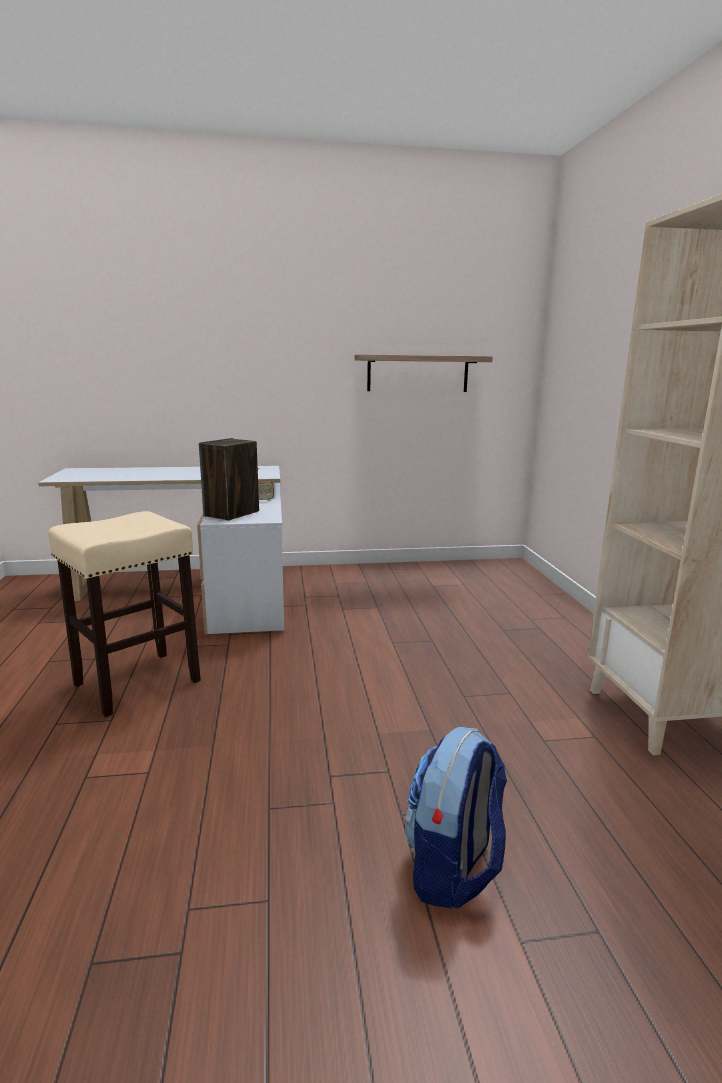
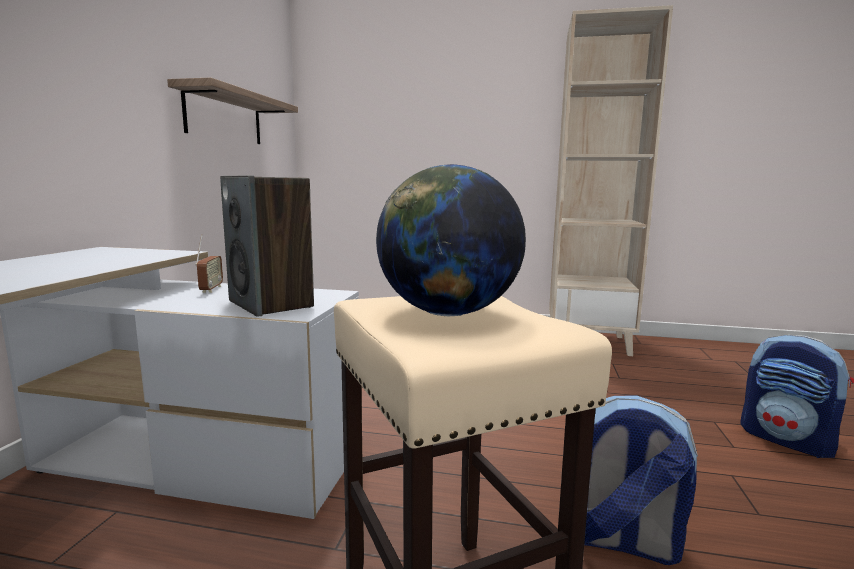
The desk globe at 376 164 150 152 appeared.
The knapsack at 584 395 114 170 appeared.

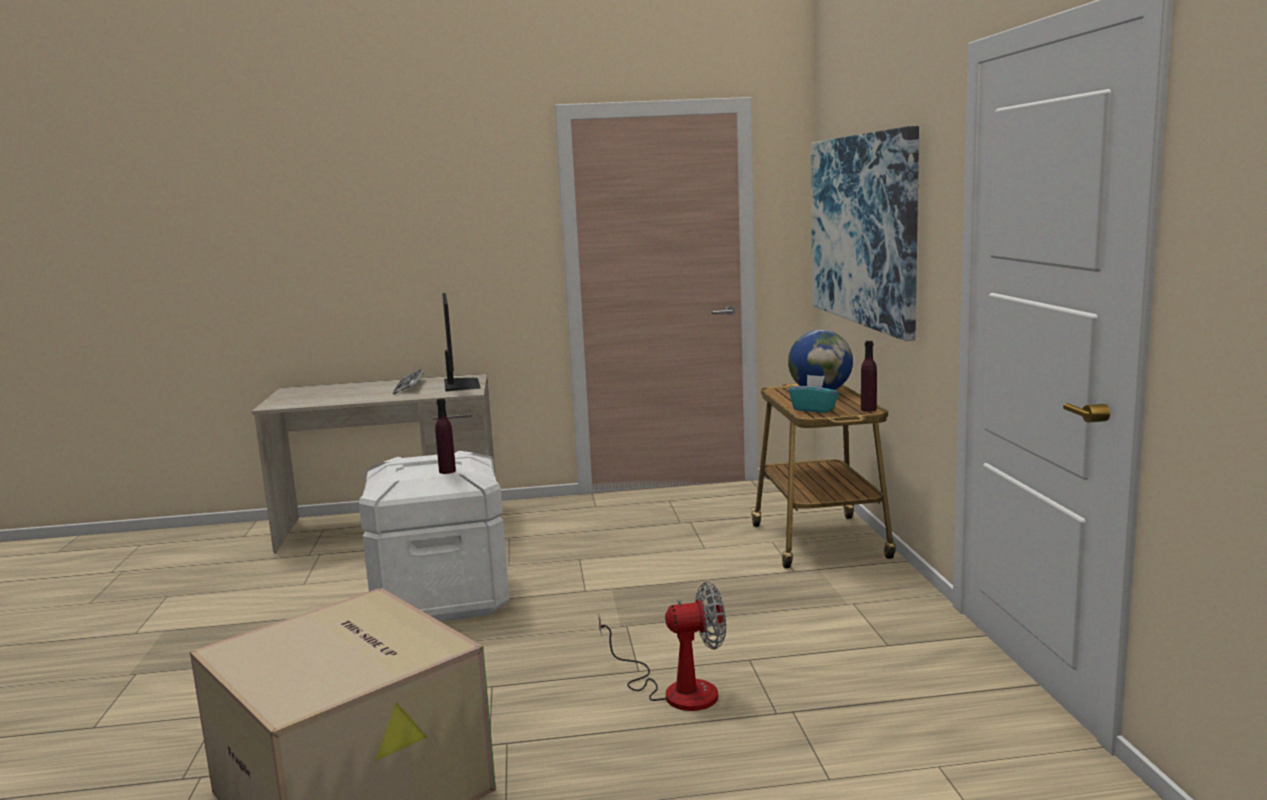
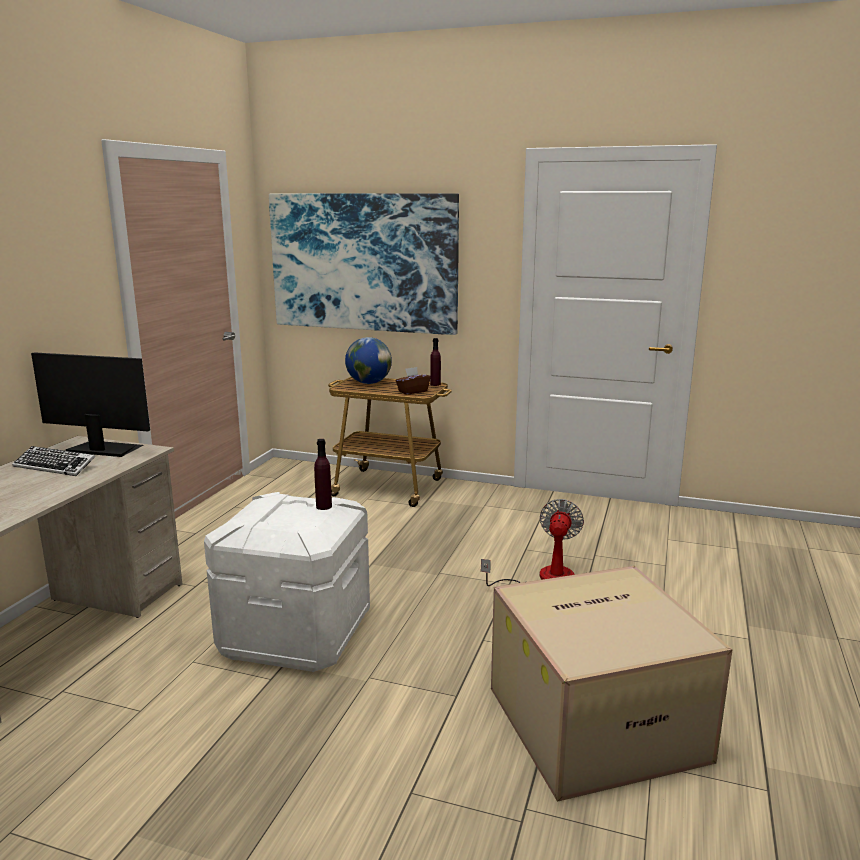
The turquoise tissue holder at 789 375 50 38 became the brownish tissue holder at 395 367 36 28.

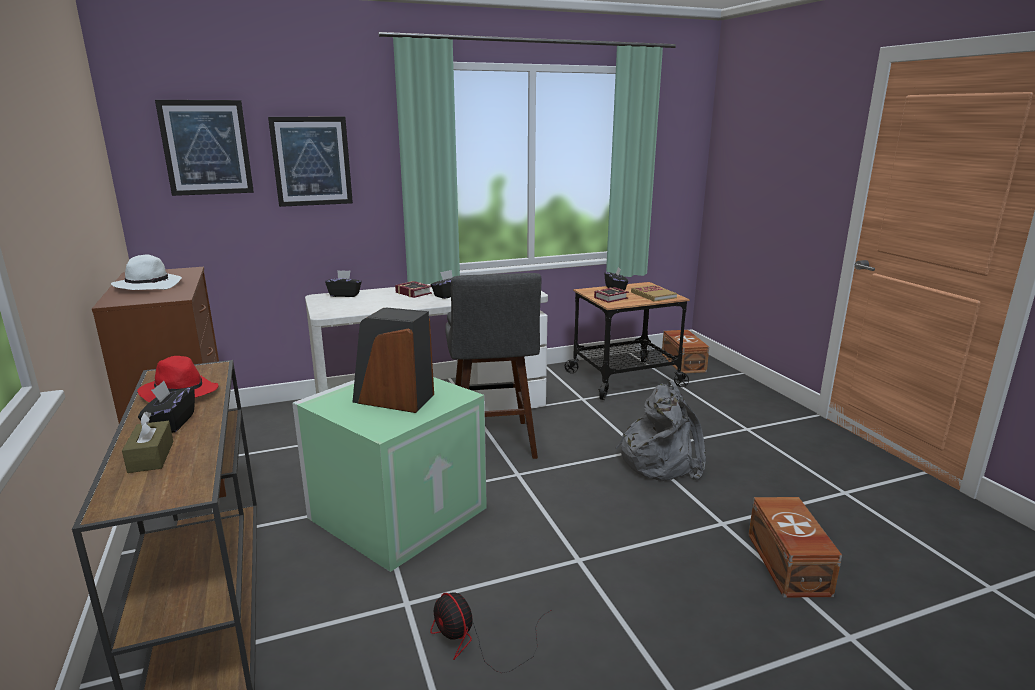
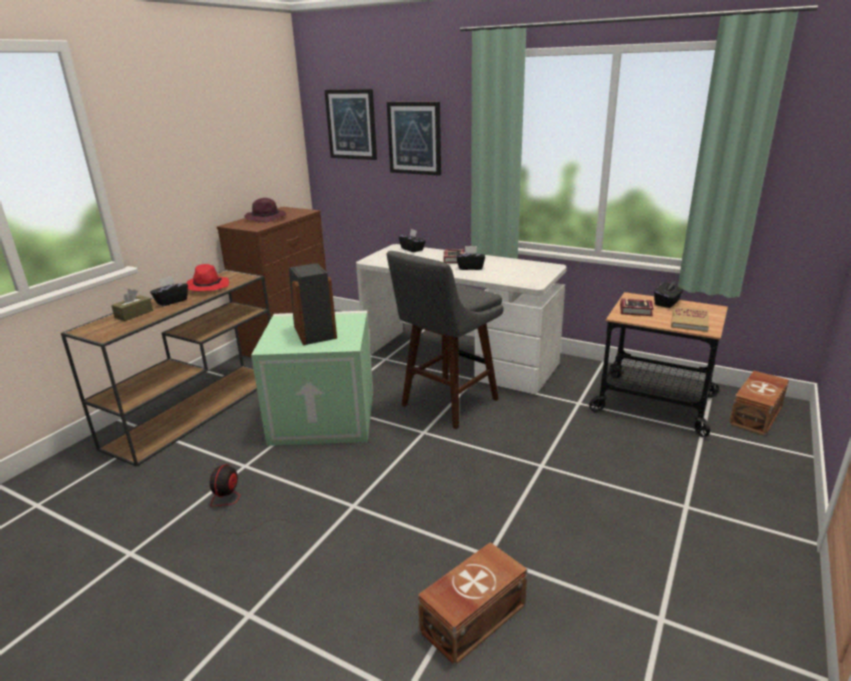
The white wearable hat at 111 255 71 35 became the purple-coloured wearable hat at 244 198 42 24.
The greyish knapsack at 616 381 90 100 disappeared.

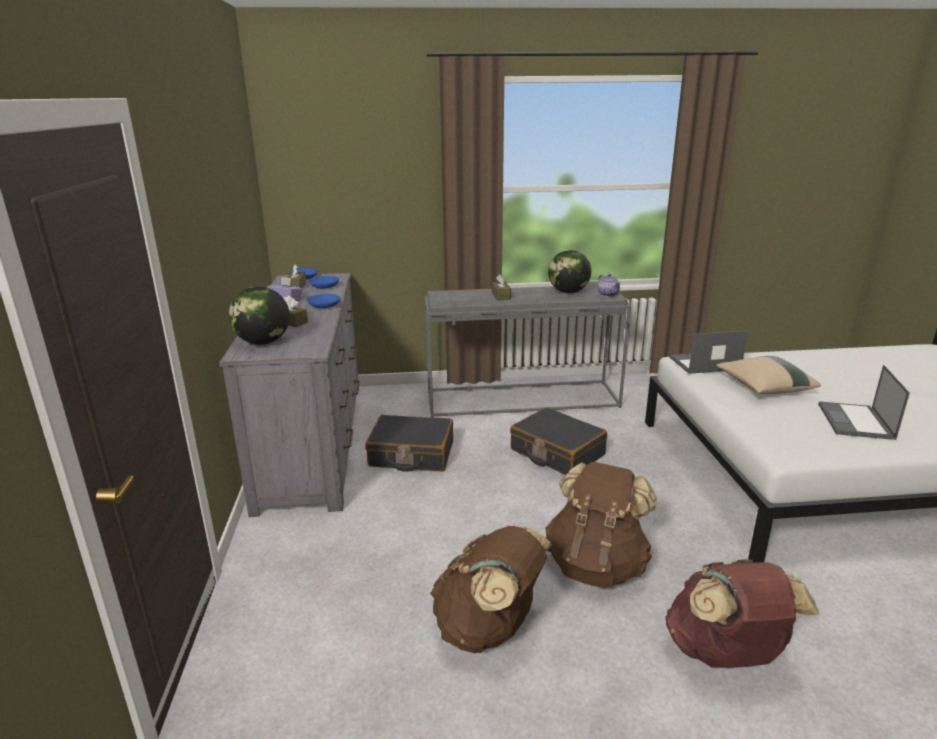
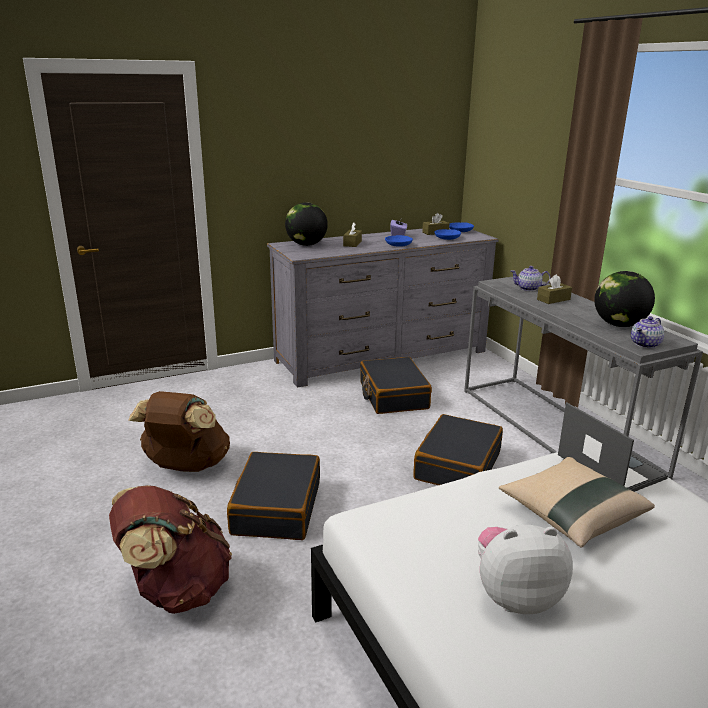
The brownish knapsack at 545 462 112 126 was replaced by the blackish travel case at 227 452 93 88.
The portable computer at 818 365 92 75 was replaced by the plush toy at 478 525 95 89.
The teapot at 511 266 40 25 appeared.

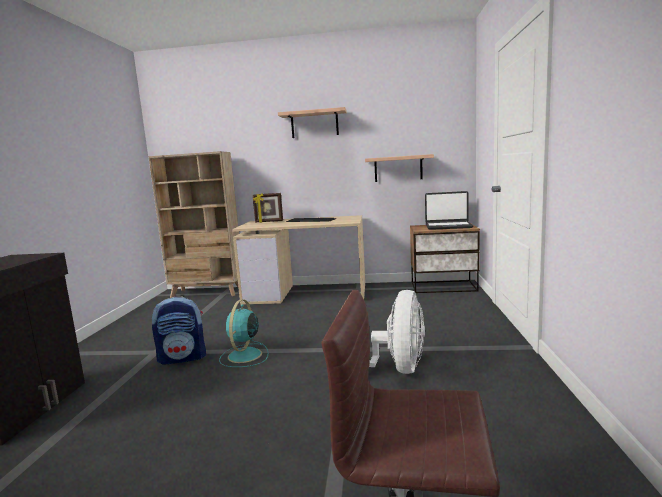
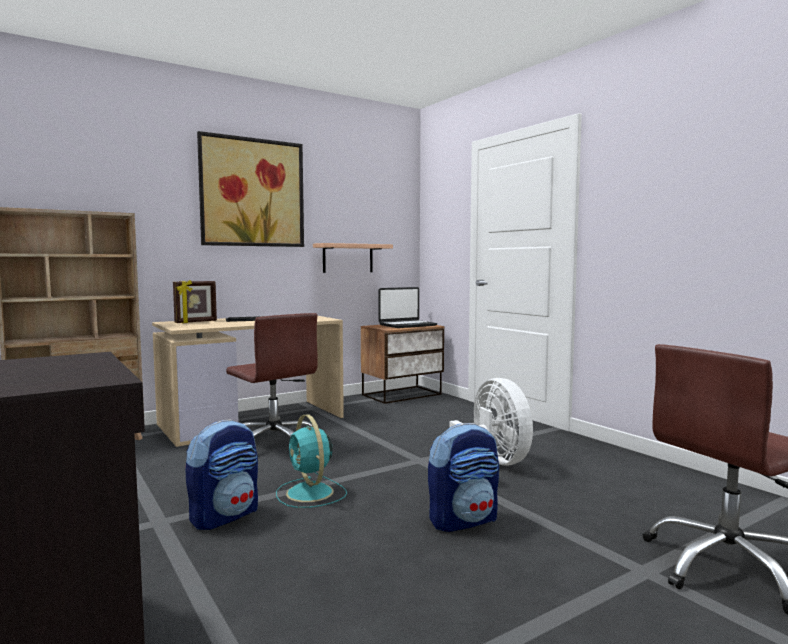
The wall shelf at 278 107 69 31 was replaced by the wall art at 197 131 107 116.
The brownish computer chair at 226 313 92 124 appeared.
The knapsack at 428 423 71 109 appeared.

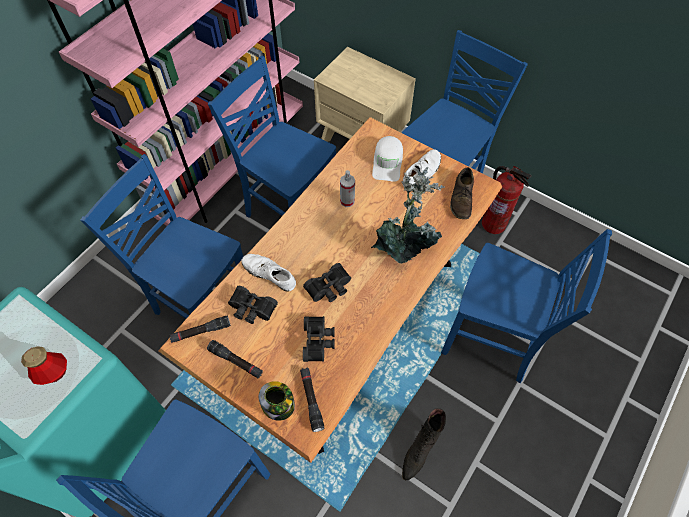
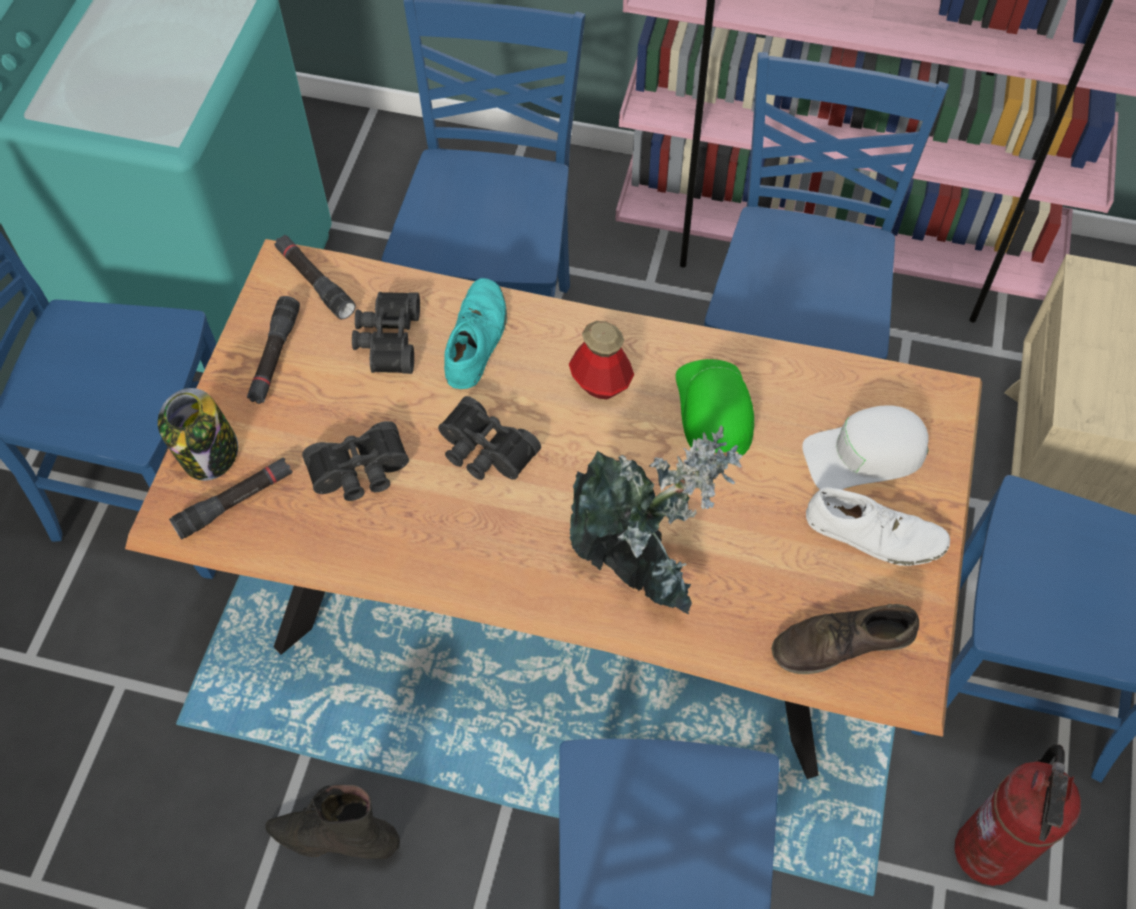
The bottle moved from 21 347 46 38 to 569 321 65 78.
The white shoe at 241 254 55 38 became the turquoise shoe at 444 278 63 111.
The spray bottle at 340 170 15 37 was replaced by the green peaked cap at 676 359 78 101.

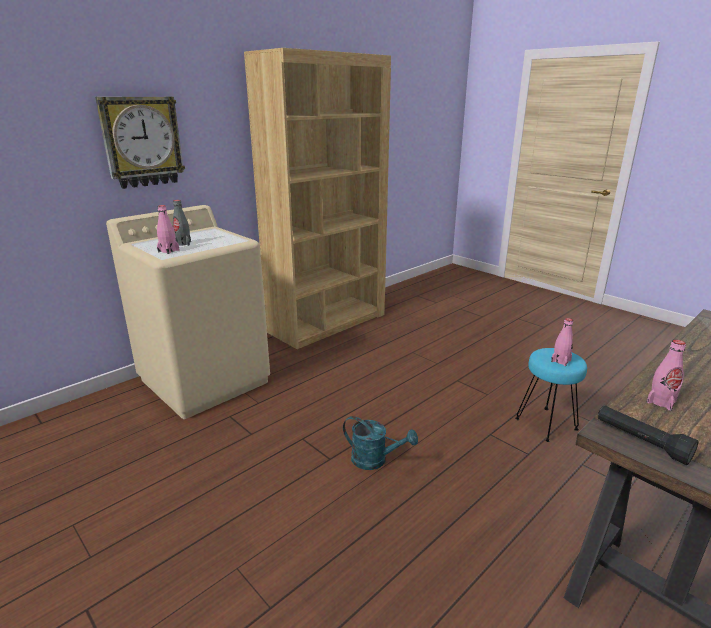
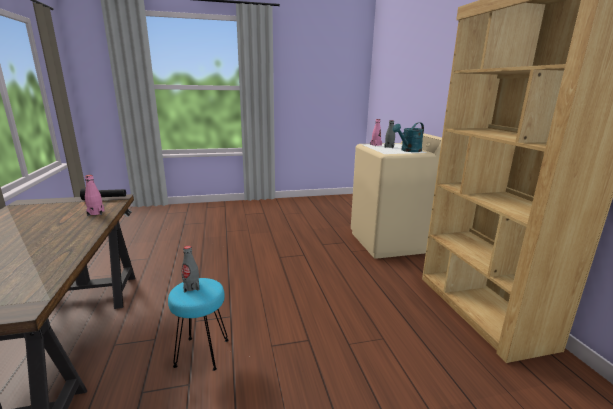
The clock on the wall at 95 97 90 92 disappeared.
The turquoise sprinkling can moved from 343 416 75 54 to 392 122 32 30.
The pink-coloured bottle at 551 318 22 48 became the greyish bottle at 182 246 17 47.

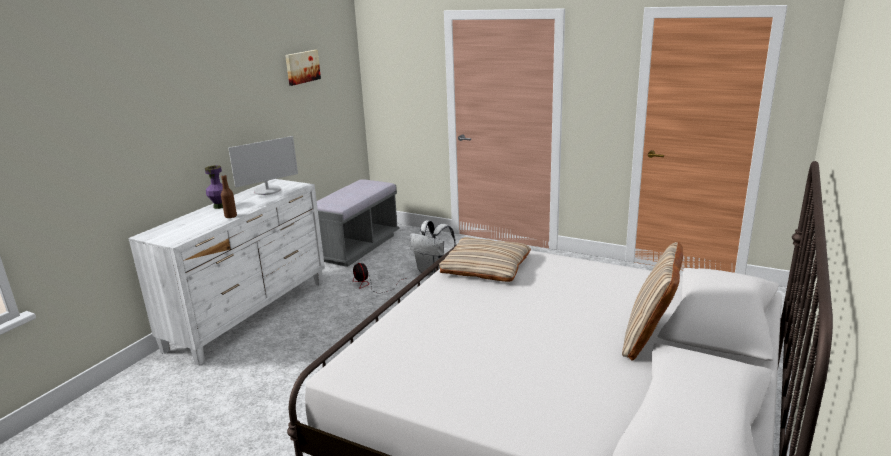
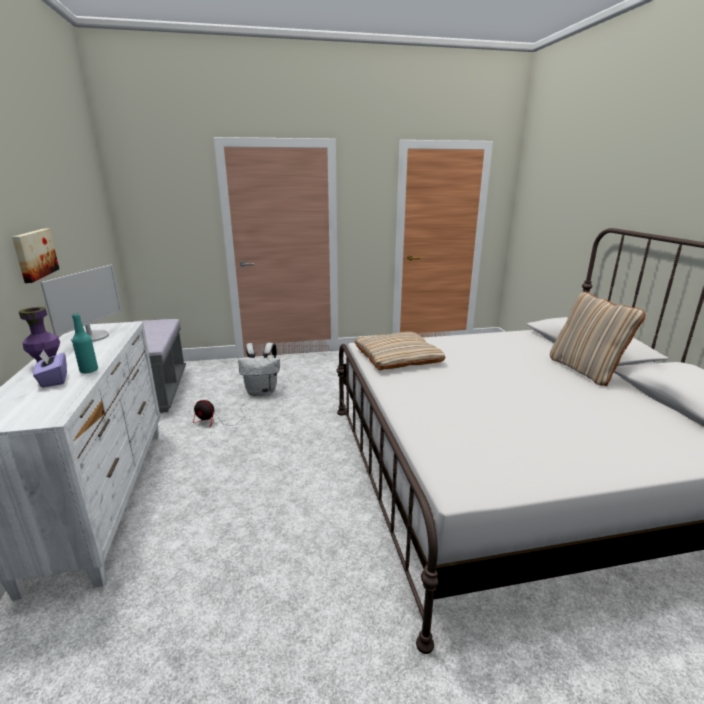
The brownish bottle at 221 175 16 43 became the turquoise bottle at 72 313 26 61.
The wall art moved from 285 50 36 36 to 12 229 47 54.
The purple-coloured tissue holder at 33 350 34 38 appeared.

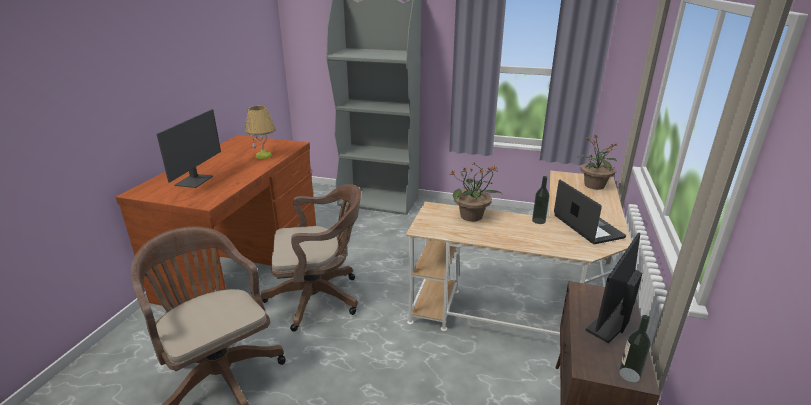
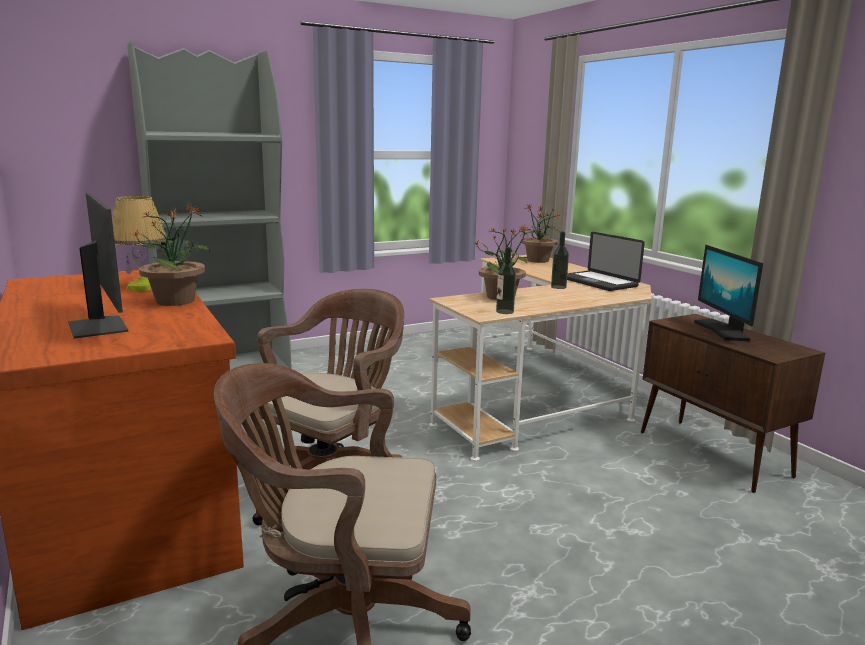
The portable computer at 554 180 72 64 turned 150 degrees counterclockwise.
The bottle moved from 619 315 32 68 to 496 247 20 67.
The plant in a pot at 131 204 79 102 appeared.

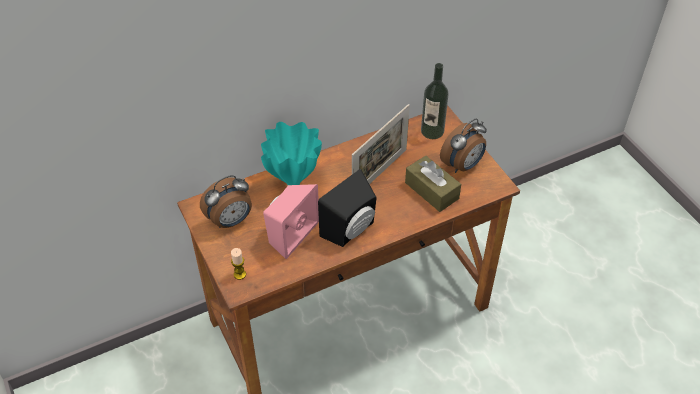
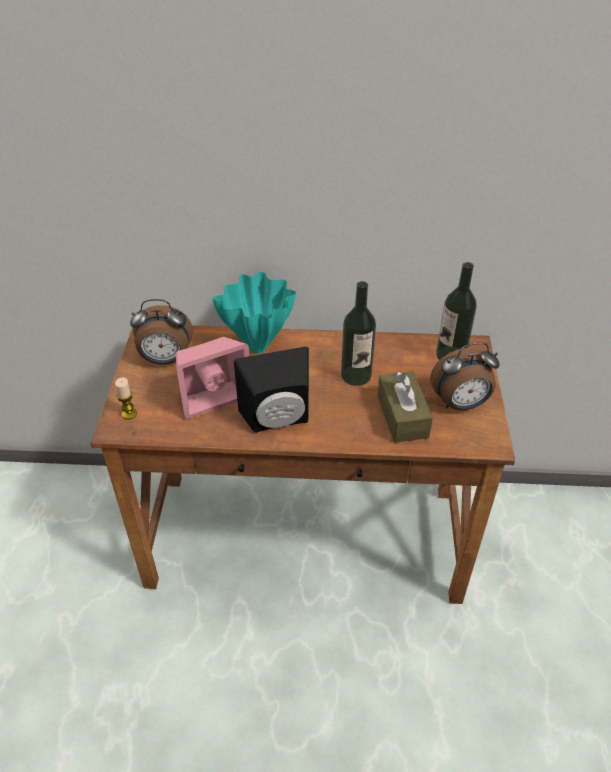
The standing frame at 352 104 58 80 was replaced by the bottle at 341 281 35 105.

